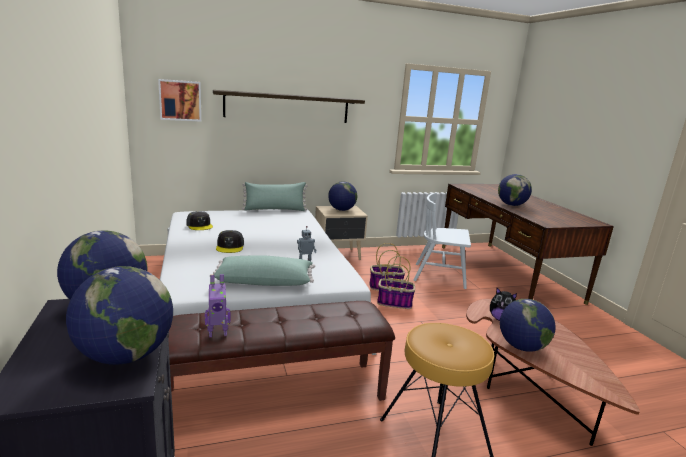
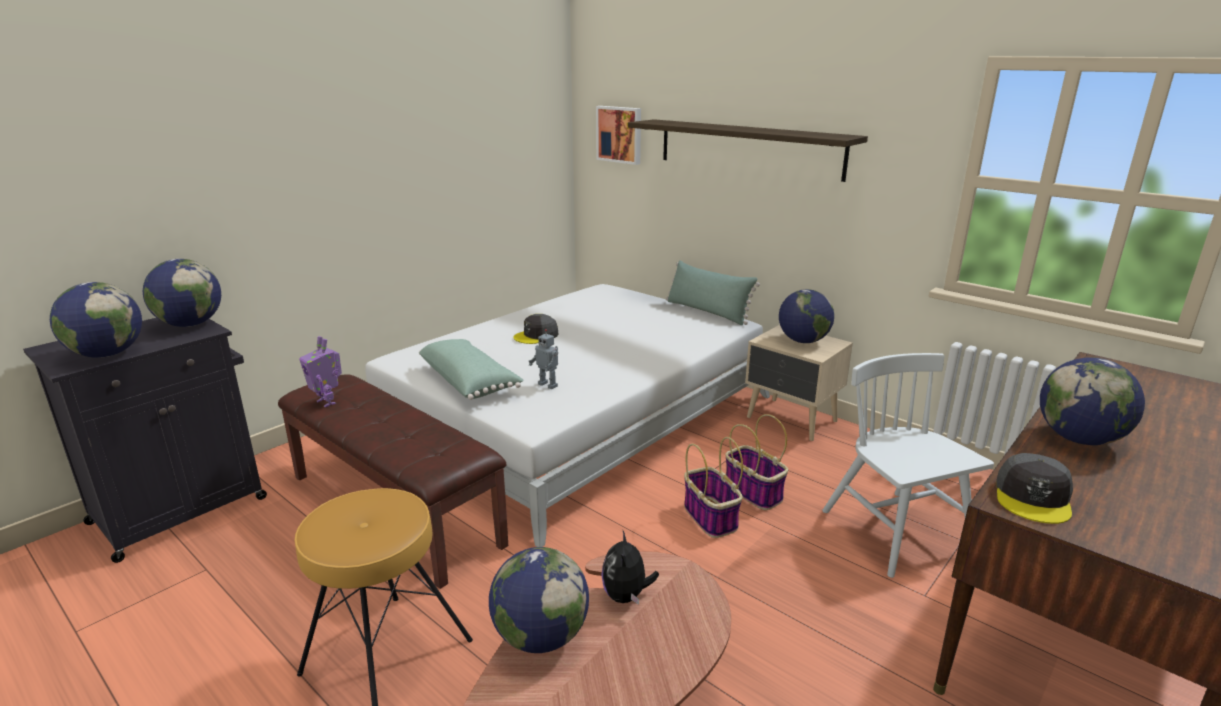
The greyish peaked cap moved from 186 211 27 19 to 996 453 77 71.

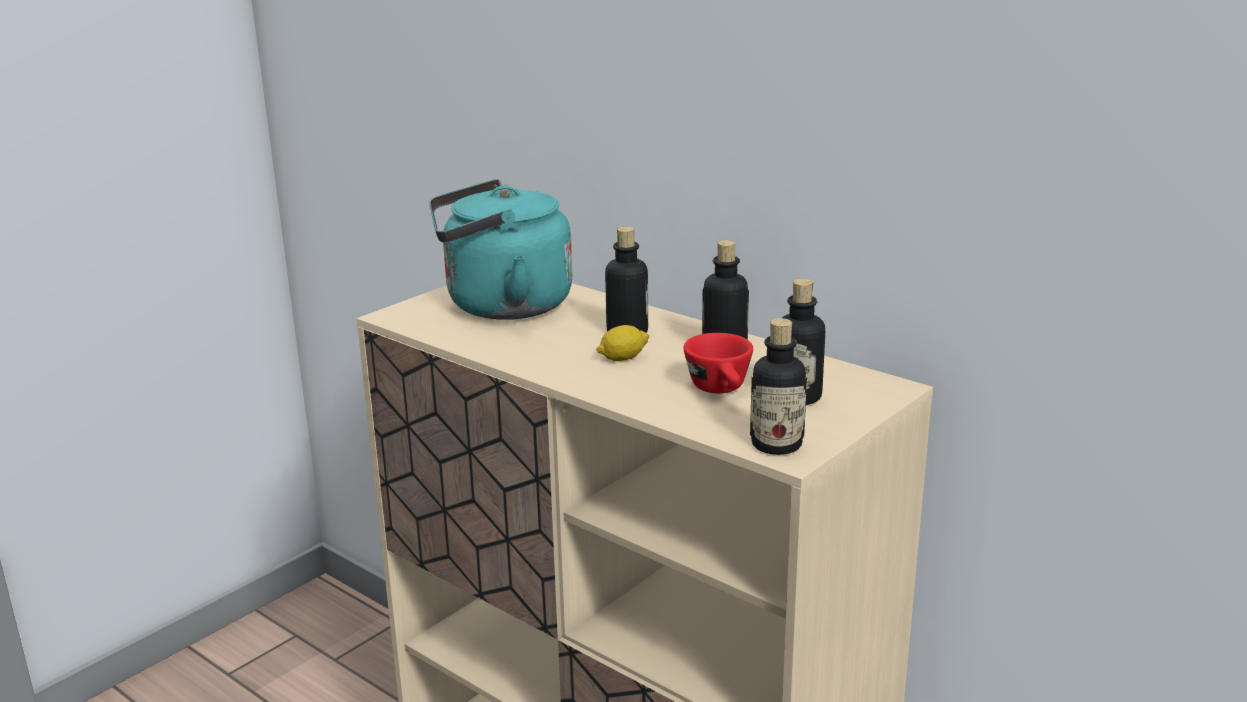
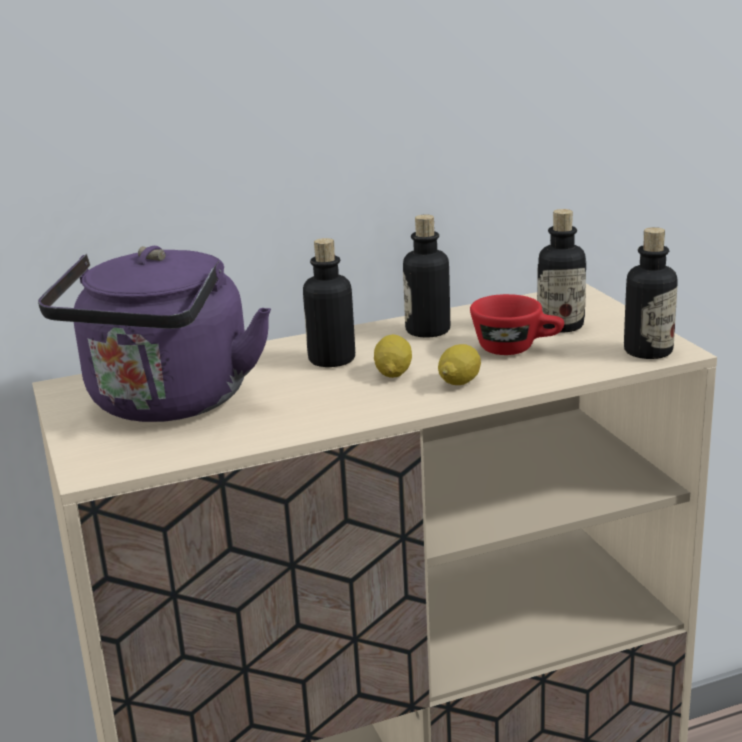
The turquoise kettle at 429 179 143 141 became the purple-coloured kettle at 38 246 233 176.
The lemon at 438 344 43 41 appeared.

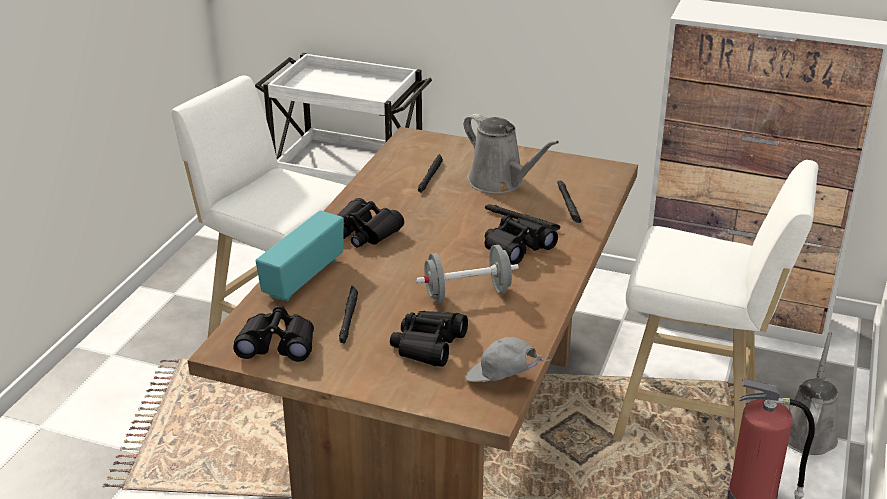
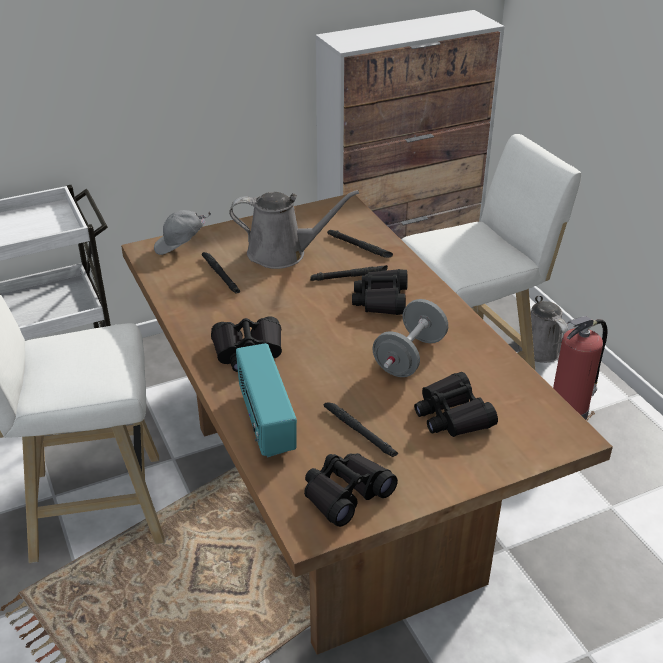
The greyish peaked cap moved from 465 337 86 45 to 154 210 57 45.

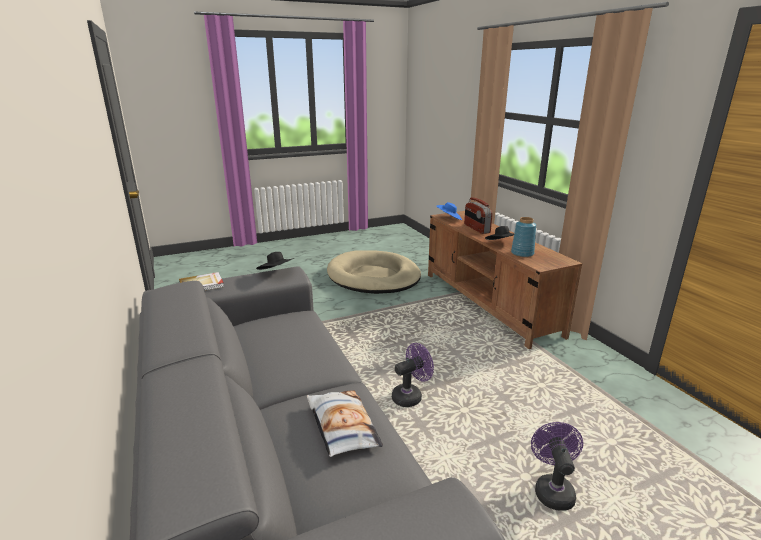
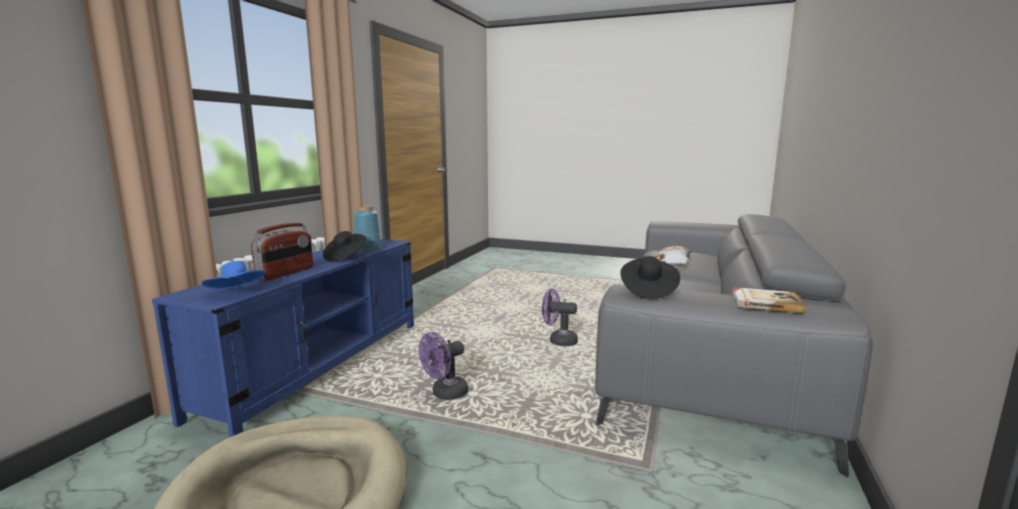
The brownish media console at 428 211 154 138 became the blue-coloured media console at 152 239 262 198.
The purple-coloured fan moved from 531 422 52 89 to 419 332 49 68.

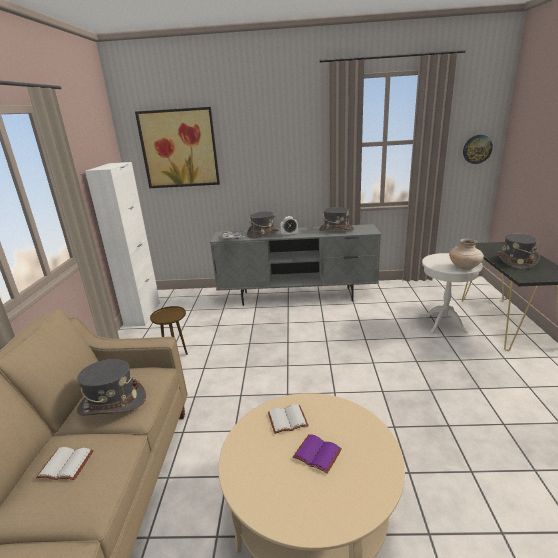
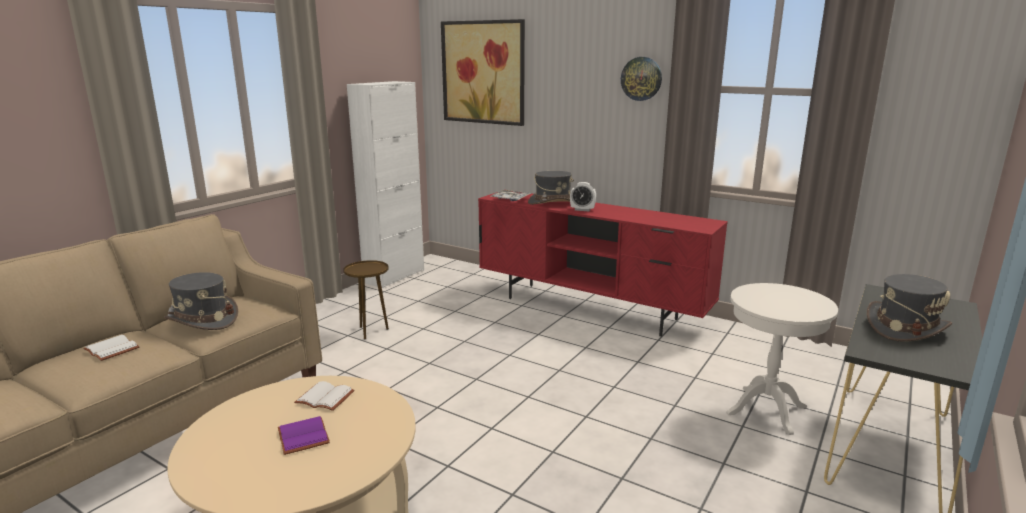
The greyish media console at 210 224 171 82 became the reddish media console at 478 190 250 147.
The greyish wearable hat at 319 207 35 24 disappeared.
The sand-coloured decorative vase at 449 239 35 31 disappeared.
The clock on the wall moved from 463 135 30 29 to 621 57 41 44.

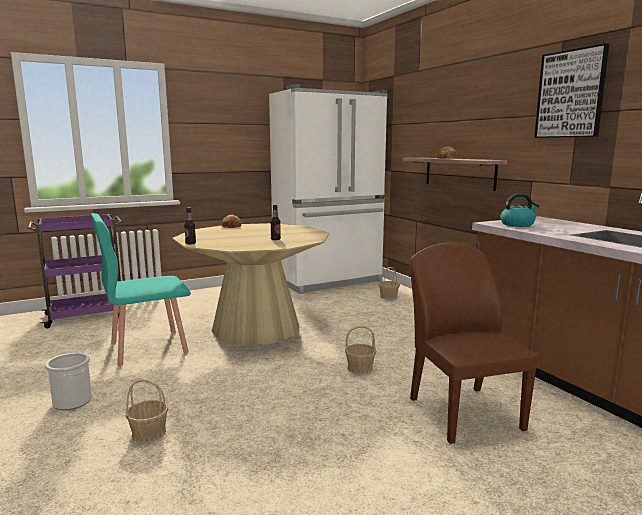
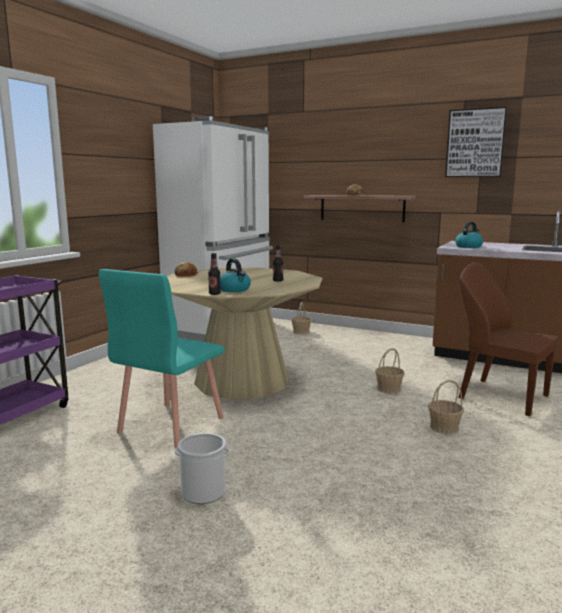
The household basket moved from 126 379 42 64 to 428 380 36 54.
The kettle at 220 258 31 34 appeared.

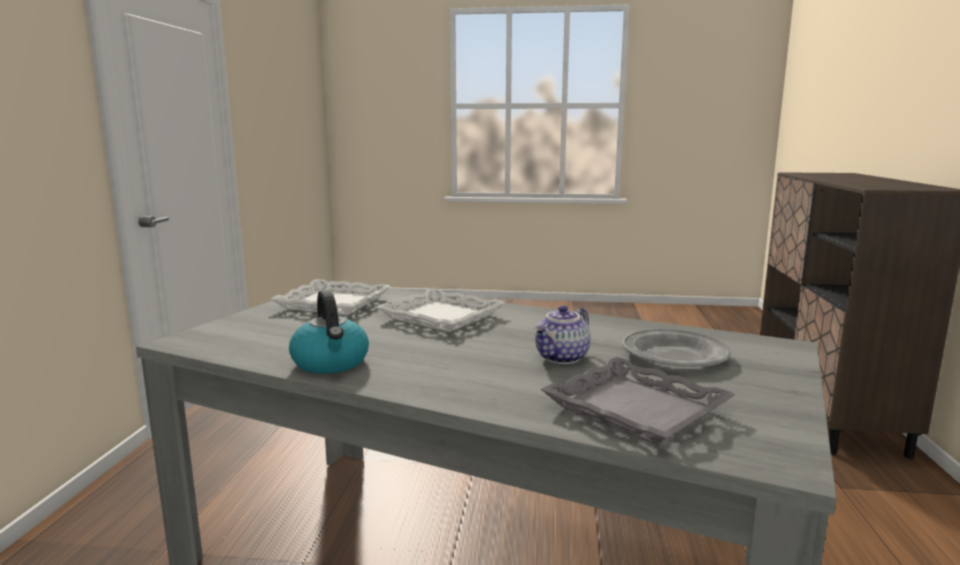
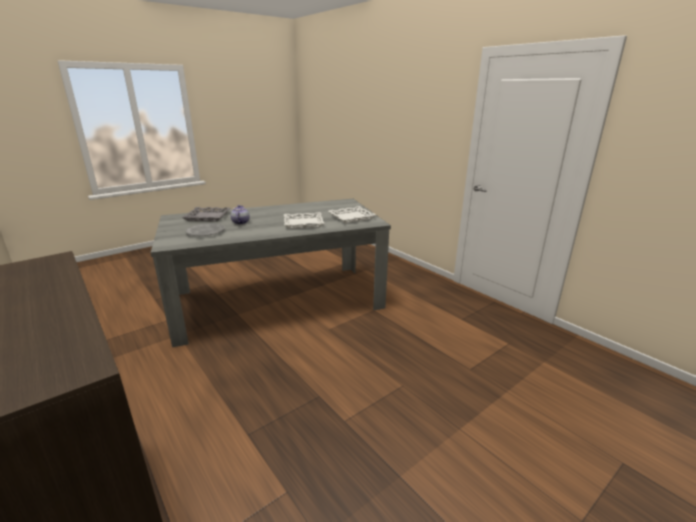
The kettle at 289 290 80 84 disappeared.

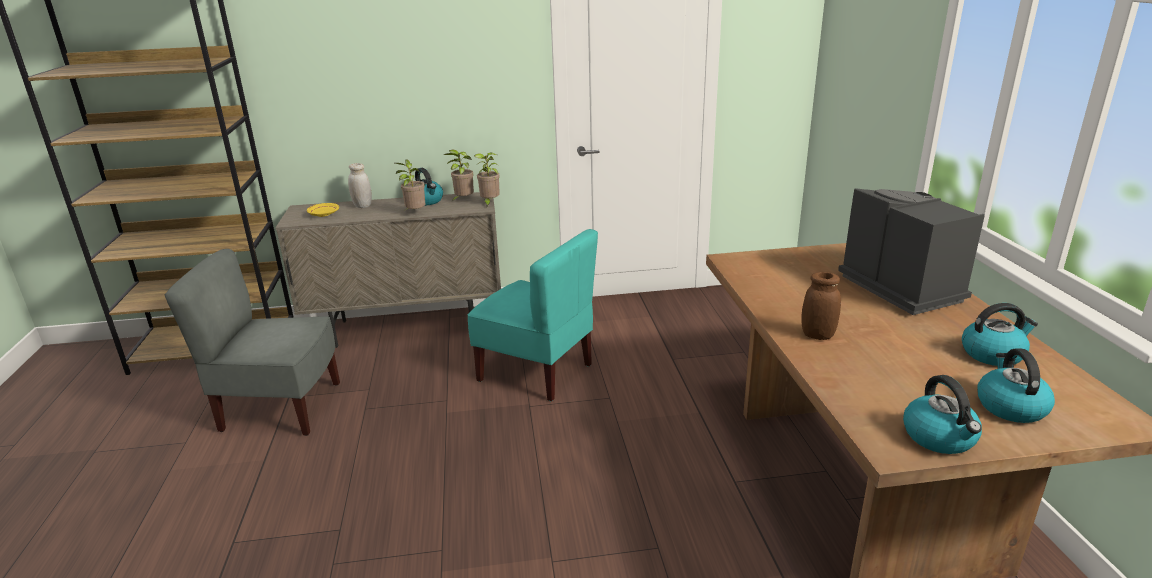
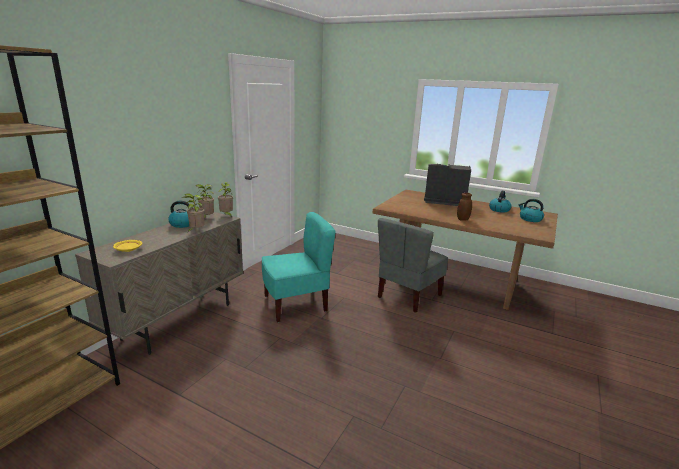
The greyish chair moved from 165 249 175 187 to 378 218 70 95.
The white jar at 348 163 24 45 disappeared.
The kettle at 903 375 79 79 disappeared.

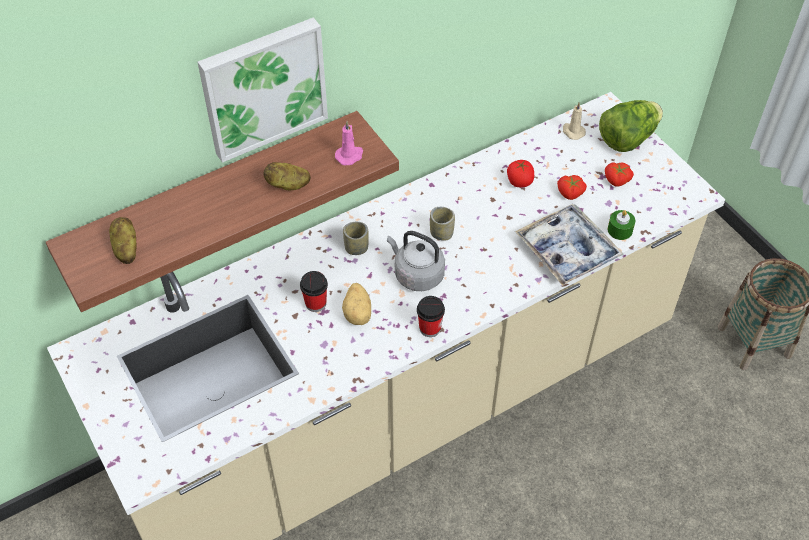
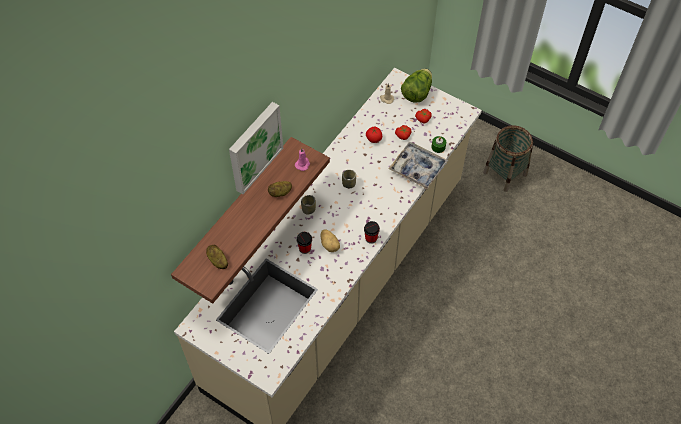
The greyish kettle at 387 231 58 60 disappeared.

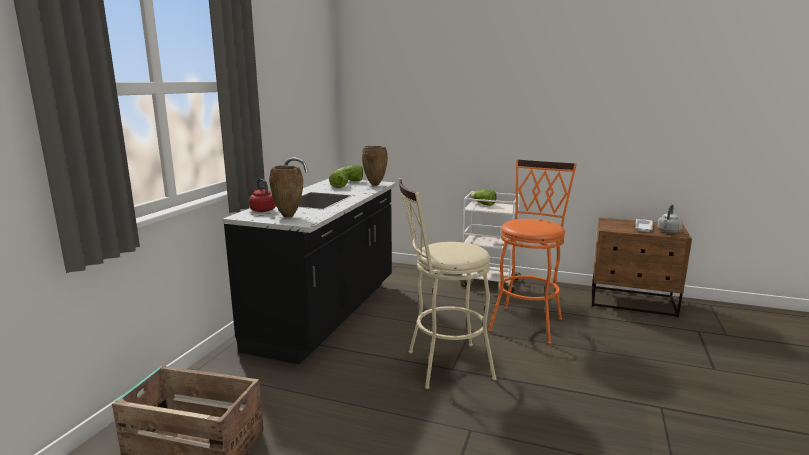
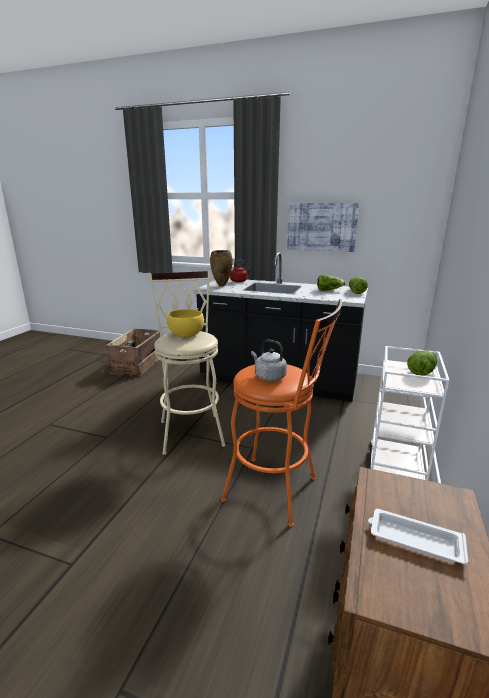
The brownish decorative vase at 362 146 26 40 disappeared.
The greyish kettle moved from 657 204 25 29 to 251 339 36 42.
The yellowish deep dish at 167 309 37 28 appeared.
The wall art at 287 203 72 49 appeared.

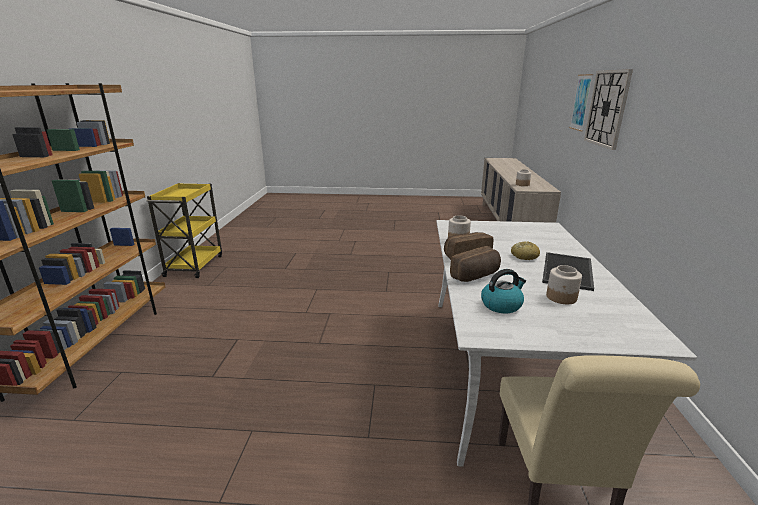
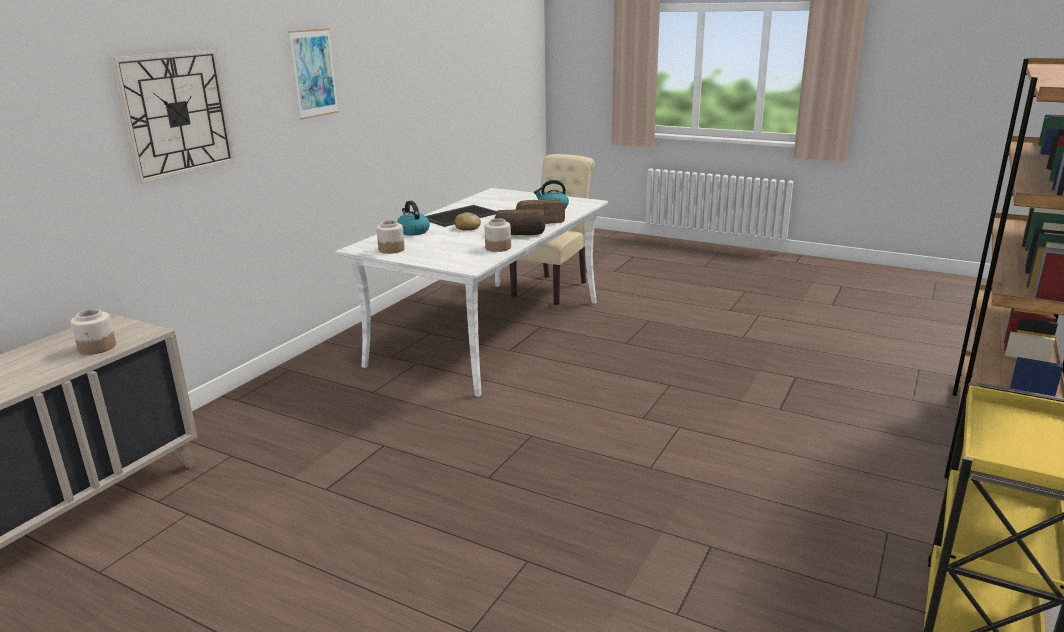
The jar moved from 546 265 36 39 to 376 220 29 34.
The wall art moved from 569 74 24 58 to 289 28 50 91.
The kettle at 397 201 33 35 appeared.

